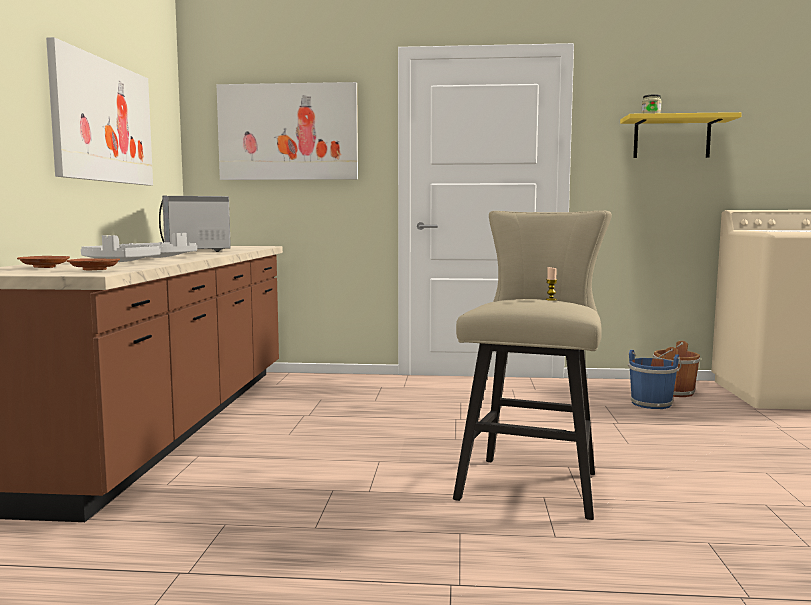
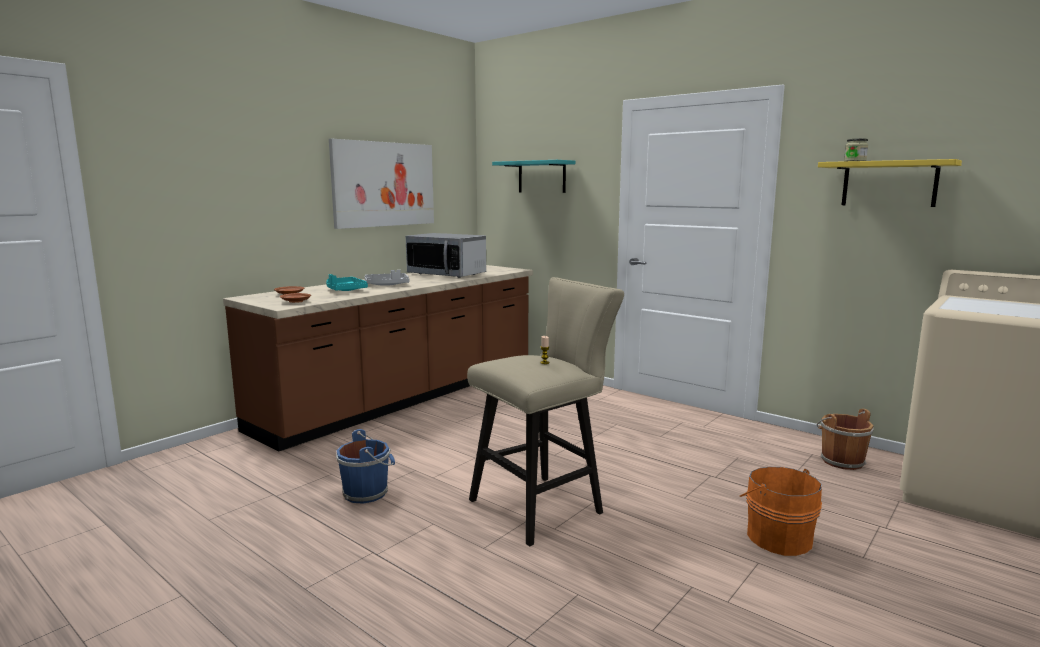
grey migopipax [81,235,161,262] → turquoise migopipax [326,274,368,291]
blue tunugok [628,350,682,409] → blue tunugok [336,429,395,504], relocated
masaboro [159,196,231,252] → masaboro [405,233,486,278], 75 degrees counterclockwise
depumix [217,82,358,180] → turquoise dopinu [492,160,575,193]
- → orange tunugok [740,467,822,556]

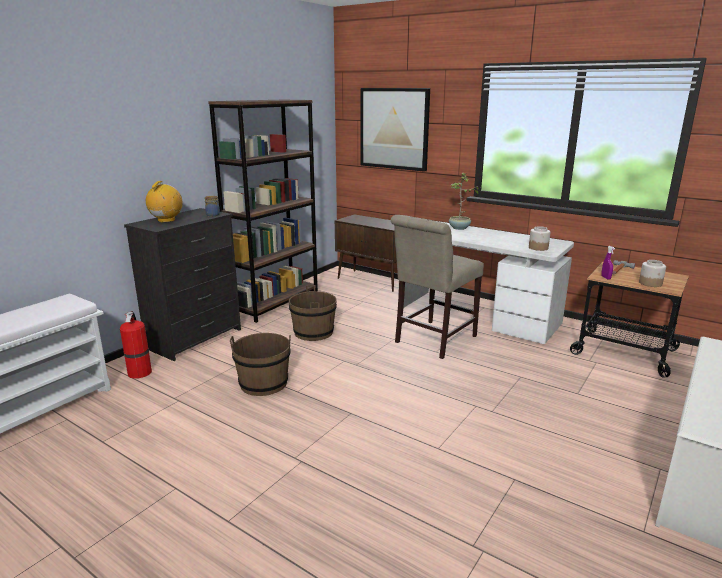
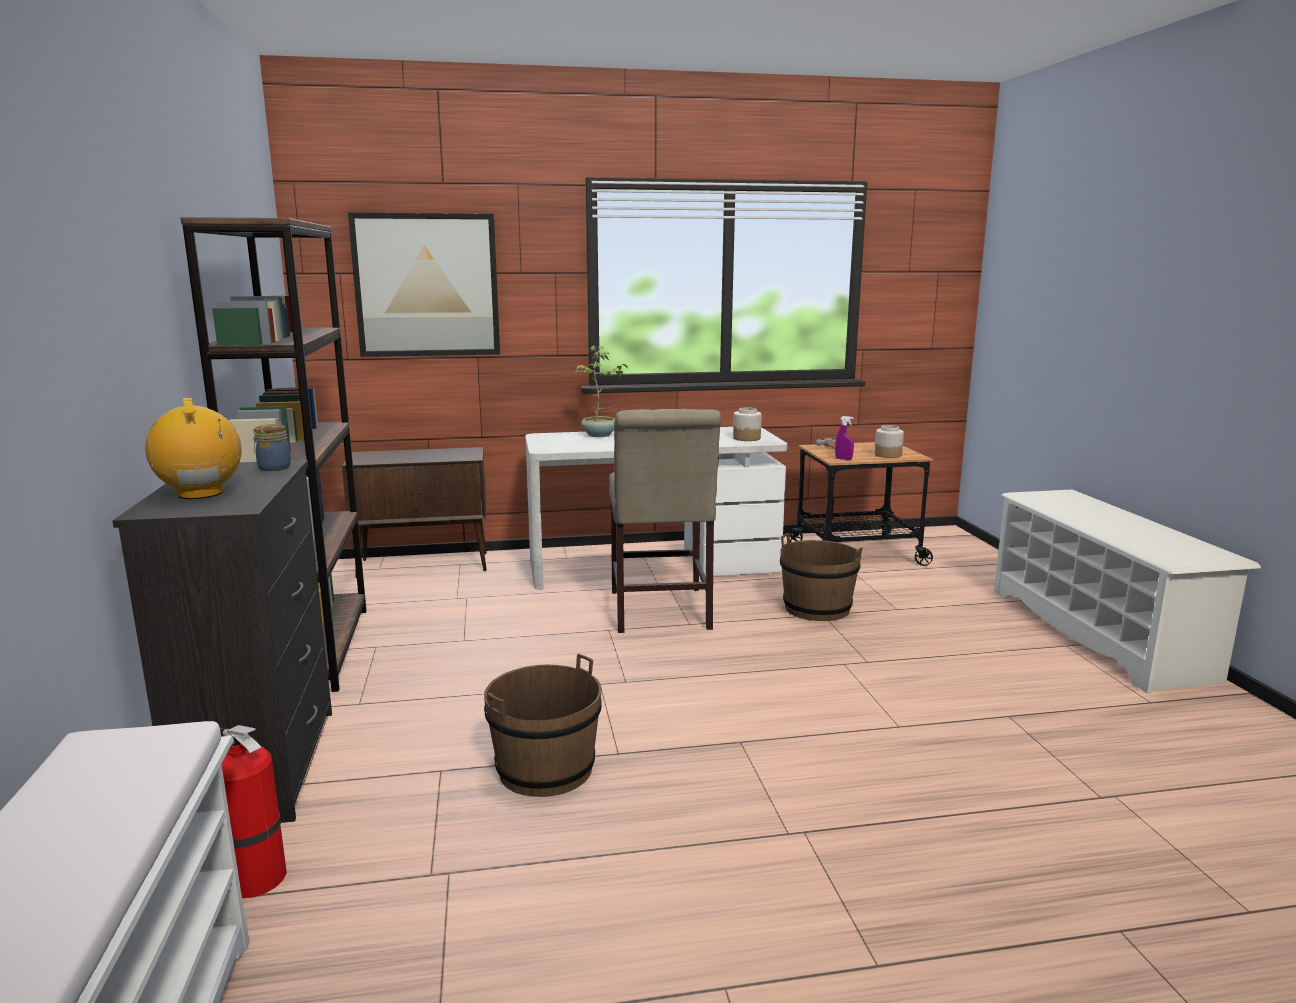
brown tunugok [289,285,337,341] → brown tunugok [780,533,863,621], relocated

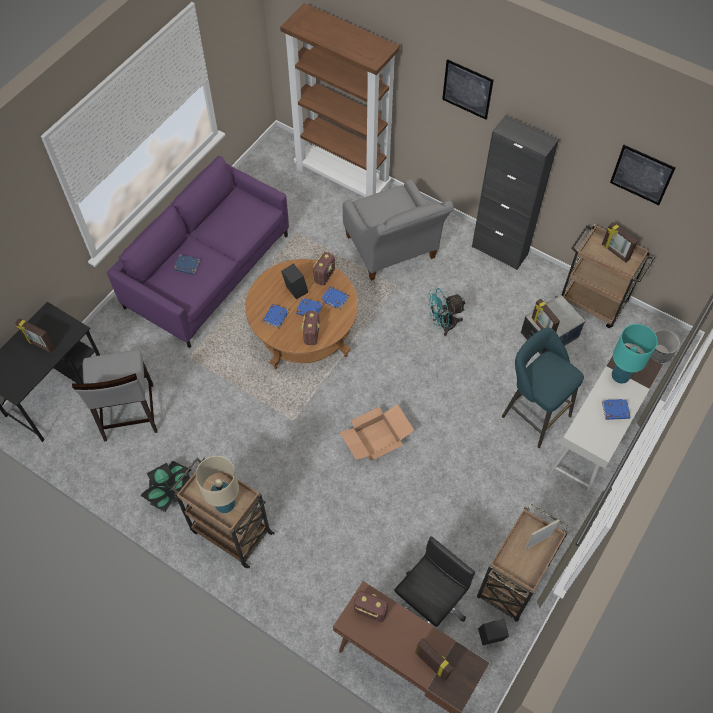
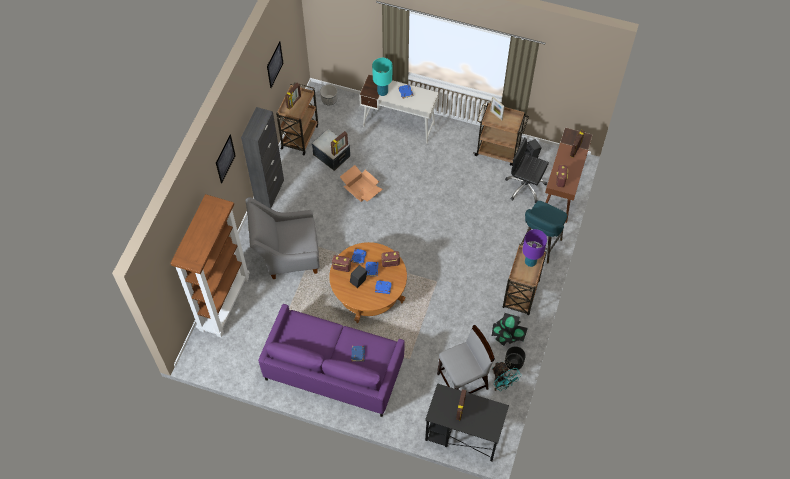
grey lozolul [343,179,454,281] → grey lozolul [246,197,320,279], 150 degrees counterclockwise
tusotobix [340,404,415,461] → tusotobix [340,165,383,202], relocated
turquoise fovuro [427,288,466,336] → turquoise fovuro [492,362,522,391], relocated
- → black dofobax [505,346,526,370]
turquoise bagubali [502,327,584,448] → turquoise bagubali [521,201,567,263], relocated
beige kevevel [196,456,239,513] → purple kevevel [522,229,547,267]

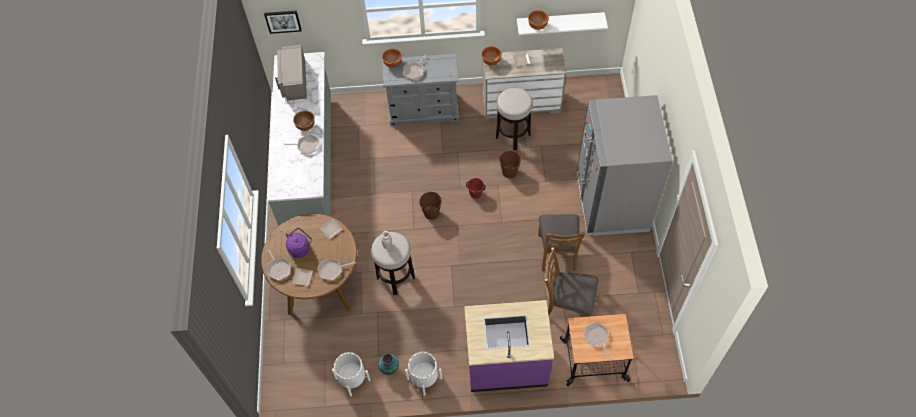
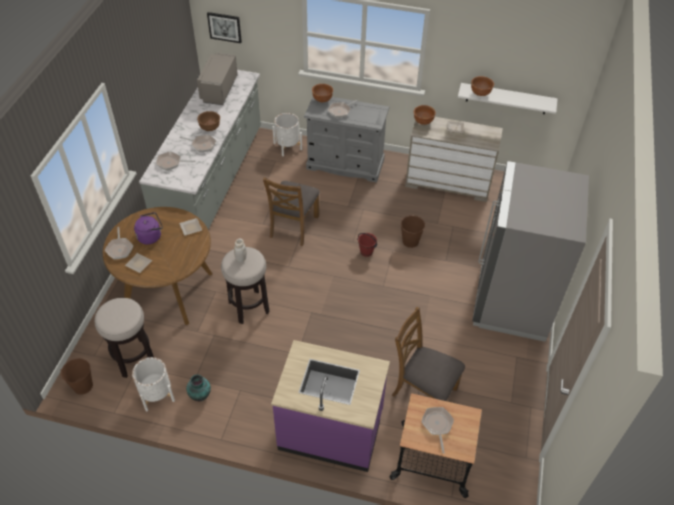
brown tunugok [419,192,442,220] → brown tunugok [60,358,93,395], relocated
bagubali [496,88,533,150] → bagubali [94,298,154,378], relocated
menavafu [318,258,356,280] → menavafu [156,151,196,171], relocated
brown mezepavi [538,214,584,271] → brown mezepavi [263,177,320,246], relocated
white dofobax [405,352,442,396] → white dofobax [272,113,302,156], relocated

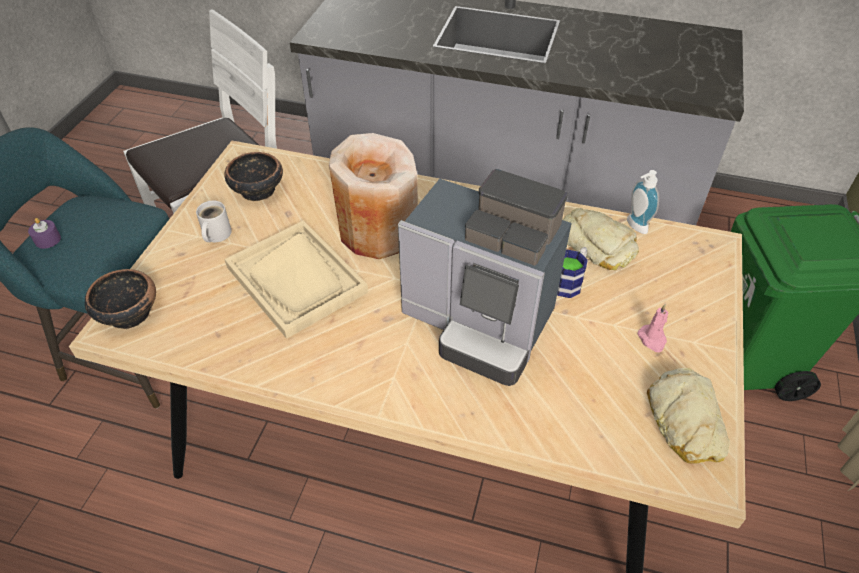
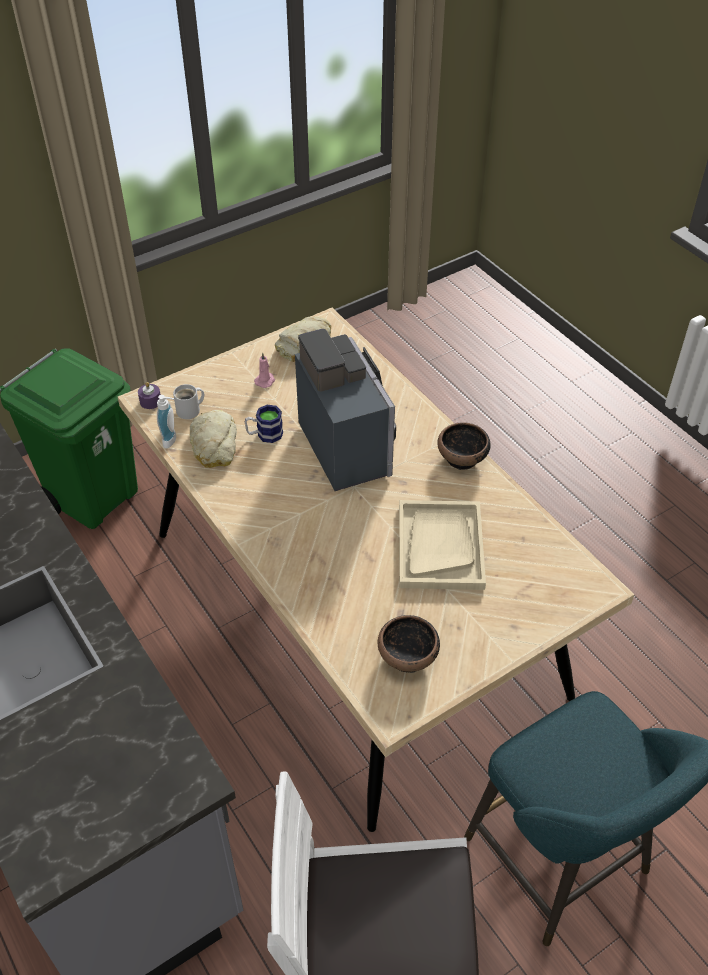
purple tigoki [28,218,61,249] → purple tigoki [138,382,161,409], relocated
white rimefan [196,201,232,242] → white rimefan [173,384,204,419], relocated
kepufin [85,269,156,329] → kepufin [437,422,491,470], relocated
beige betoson [329,133,418,259] → -

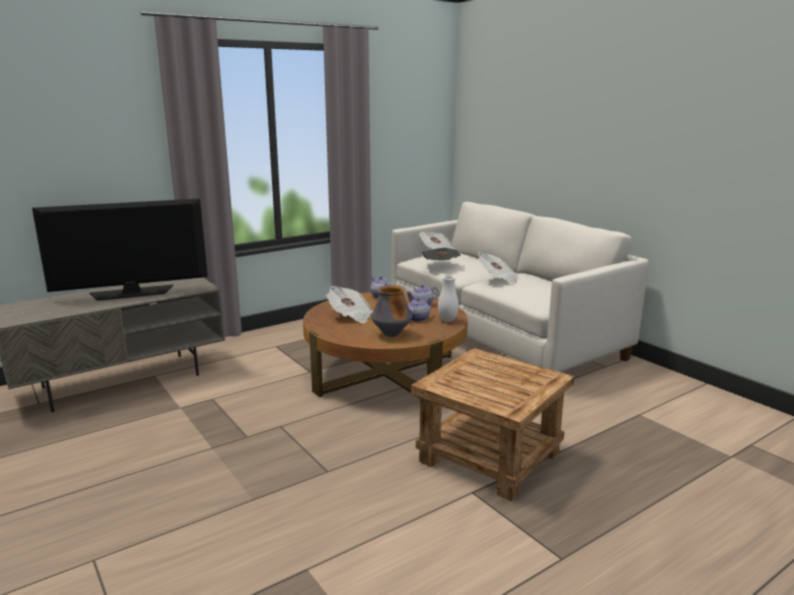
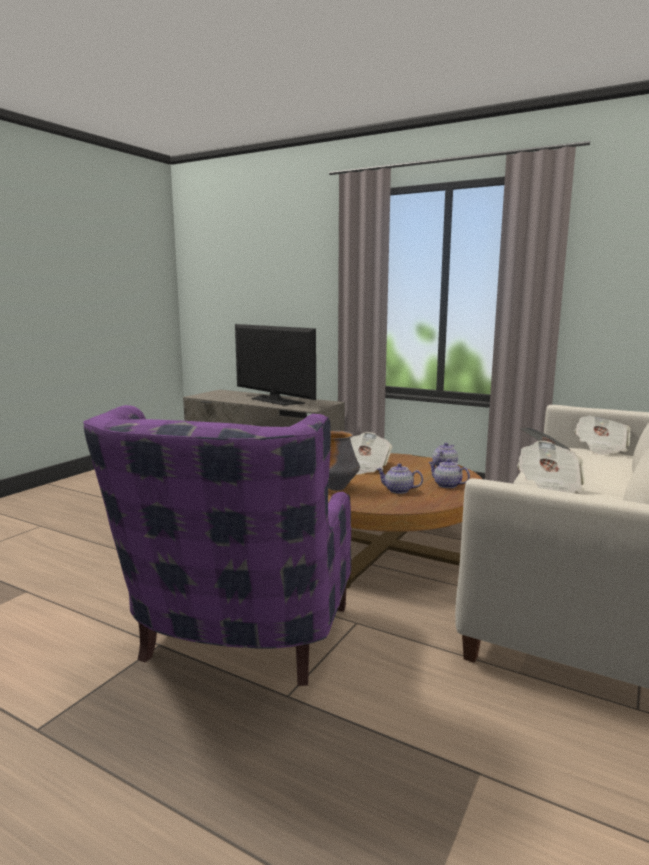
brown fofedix [411,348,574,501] → purple lozolul [83,405,351,686]
white betoson [438,276,459,322] → -

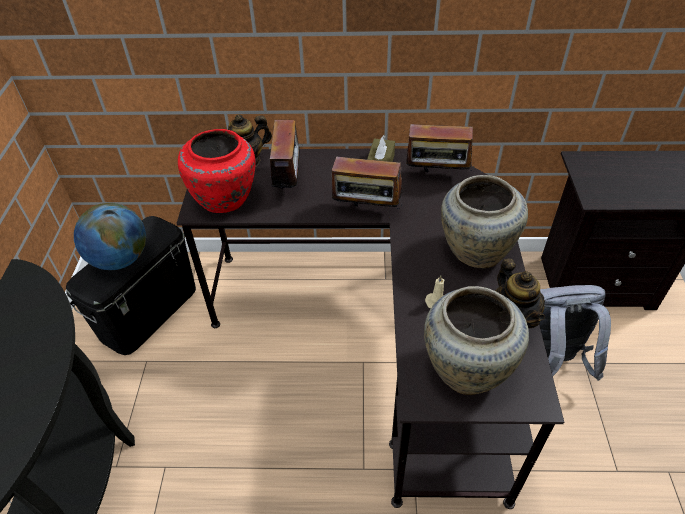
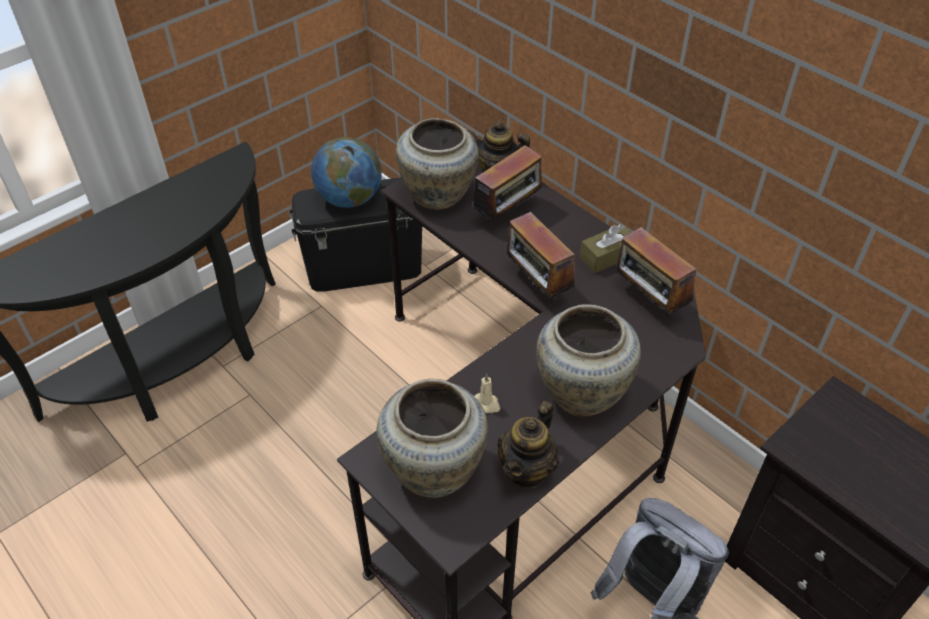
red betoson [178,129,256,213] → beige betoson [396,118,479,210]

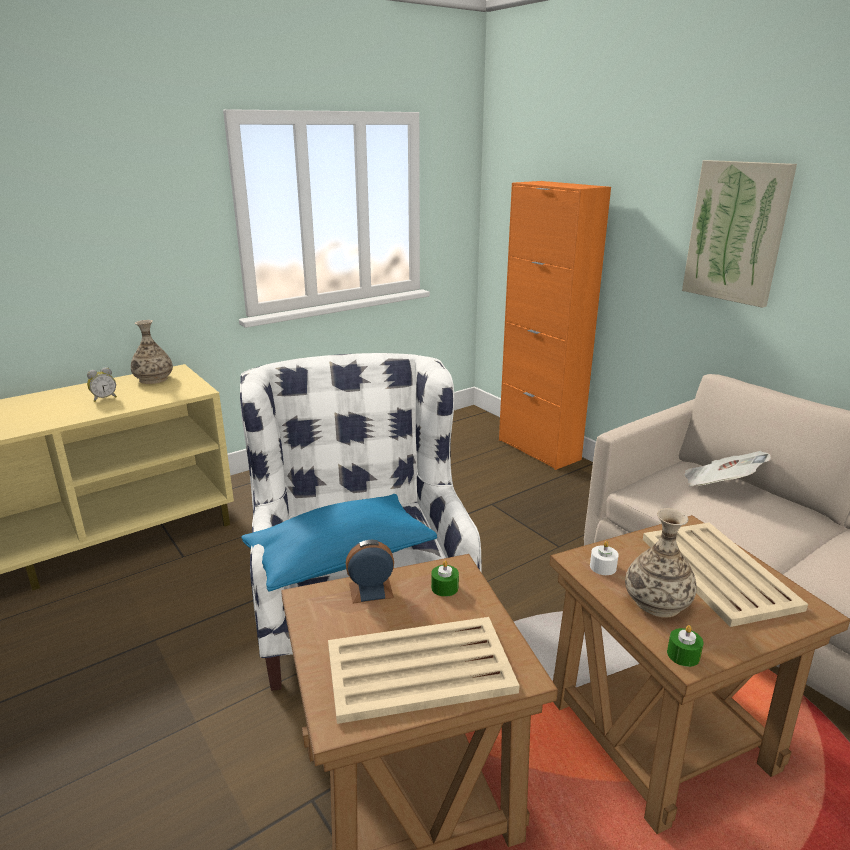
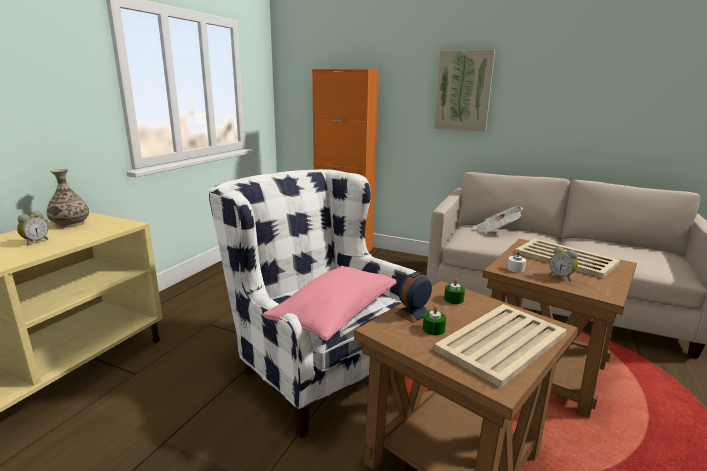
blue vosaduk [241,494,437,592] → pink vosaduk [263,266,397,341]
green tigoki [667,625,704,667] → green tigoki [423,306,446,335], relocated
betoson [625,508,697,618] → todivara [549,246,578,281]

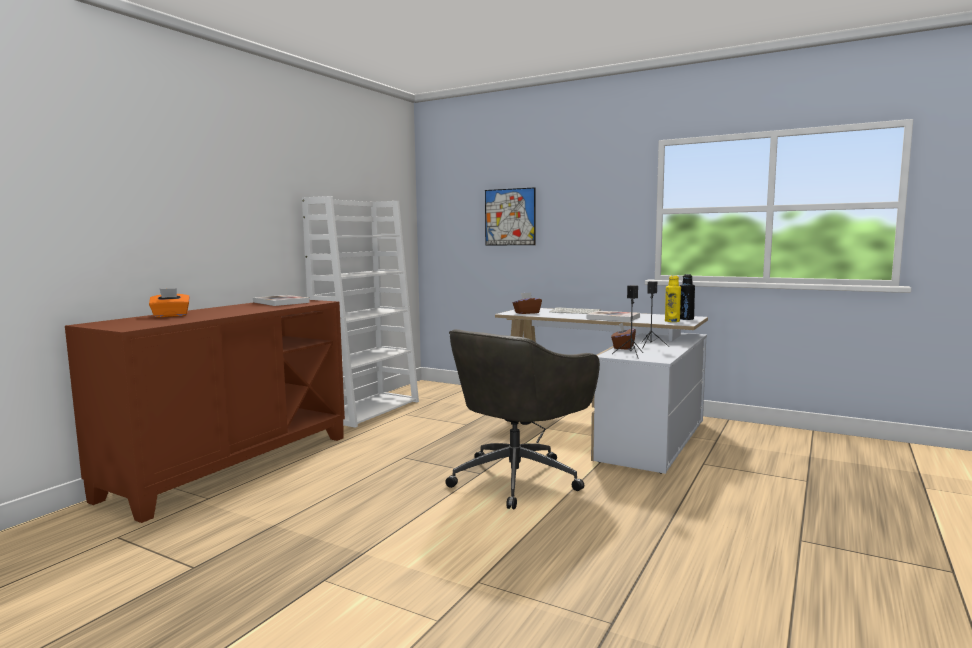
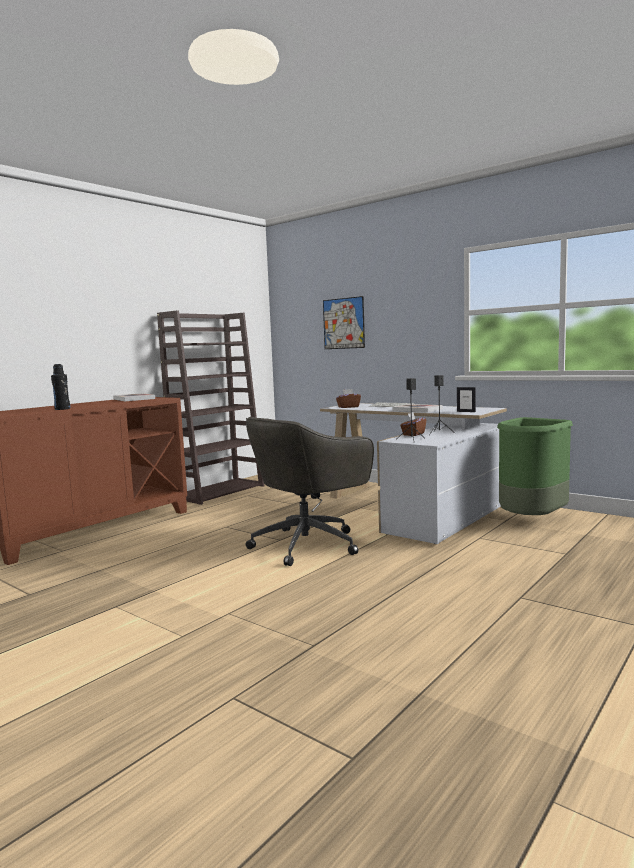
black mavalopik [680,274,695,320] → black mavalopik [51,364,70,410], relocated
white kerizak [302,196,419,428] → brown kerizak [157,311,265,505]
yellow mavalopik [665,275,681,322] → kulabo [457,387,476,412]
- → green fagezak [497,417,573,515]
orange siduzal [149,288,190,317] → -

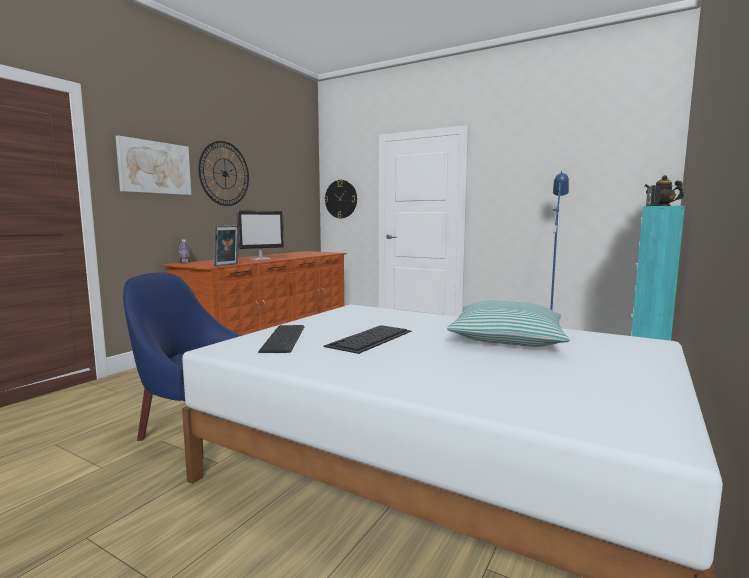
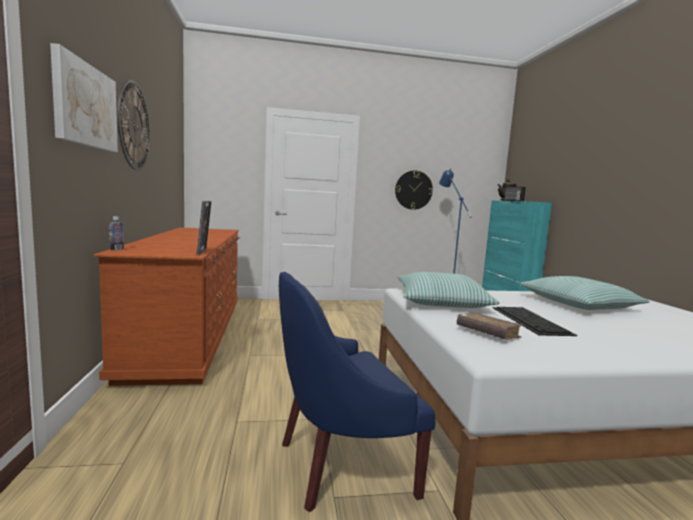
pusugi [324,180,357,218] → pusugi [395,170,433,210], relocated
- → vosaduk [397,272,500,308]
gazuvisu [258,325,305,353] → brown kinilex [457,312,523,340]
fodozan [237,210,284,260] → -

